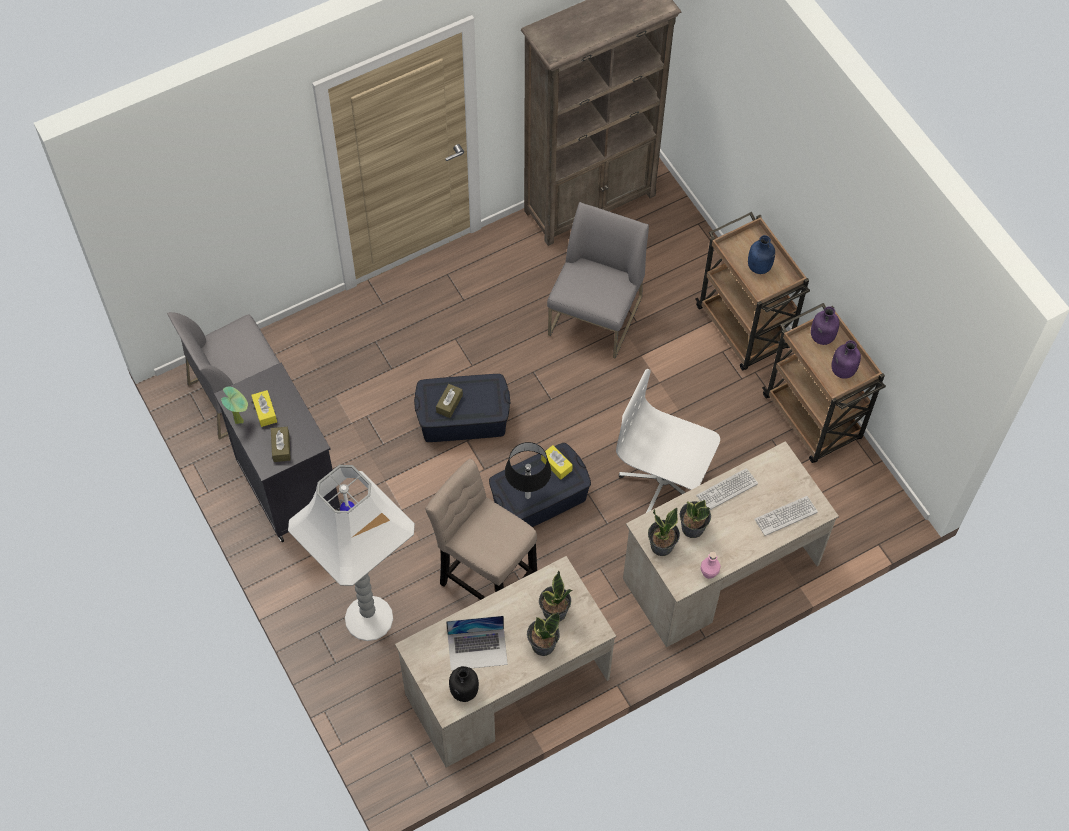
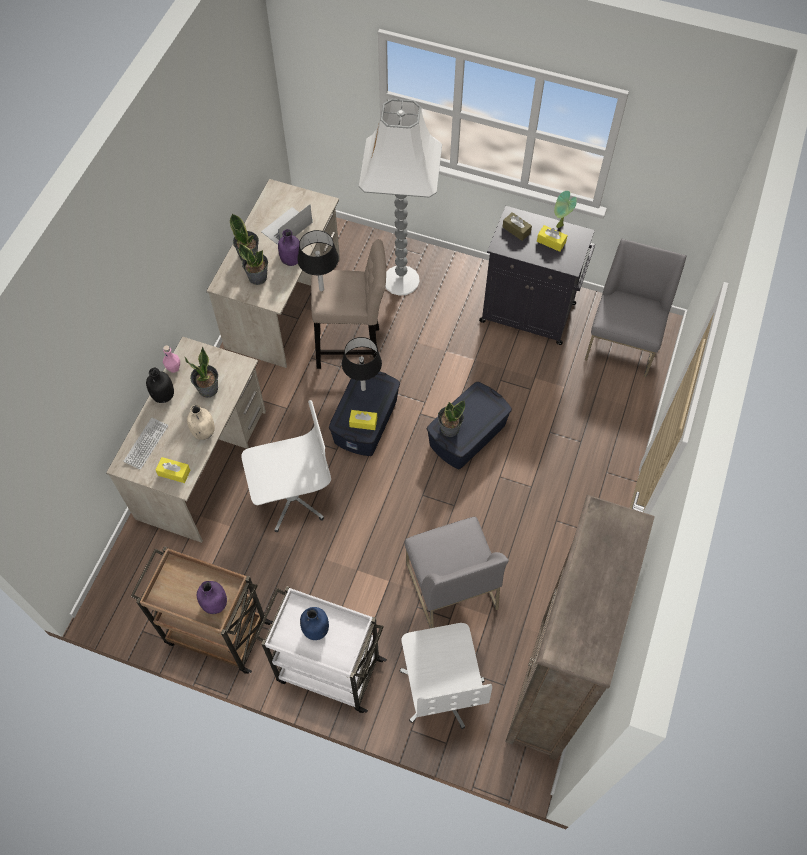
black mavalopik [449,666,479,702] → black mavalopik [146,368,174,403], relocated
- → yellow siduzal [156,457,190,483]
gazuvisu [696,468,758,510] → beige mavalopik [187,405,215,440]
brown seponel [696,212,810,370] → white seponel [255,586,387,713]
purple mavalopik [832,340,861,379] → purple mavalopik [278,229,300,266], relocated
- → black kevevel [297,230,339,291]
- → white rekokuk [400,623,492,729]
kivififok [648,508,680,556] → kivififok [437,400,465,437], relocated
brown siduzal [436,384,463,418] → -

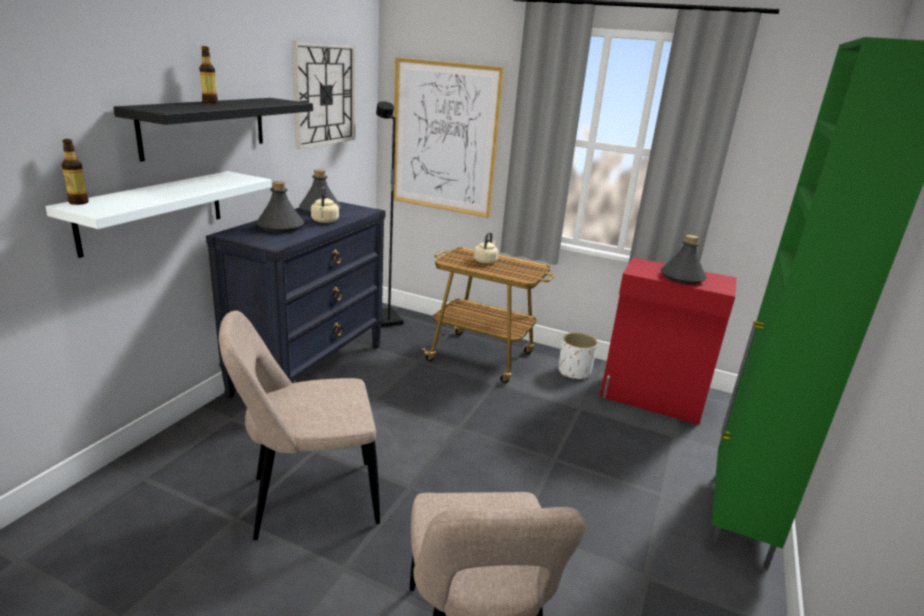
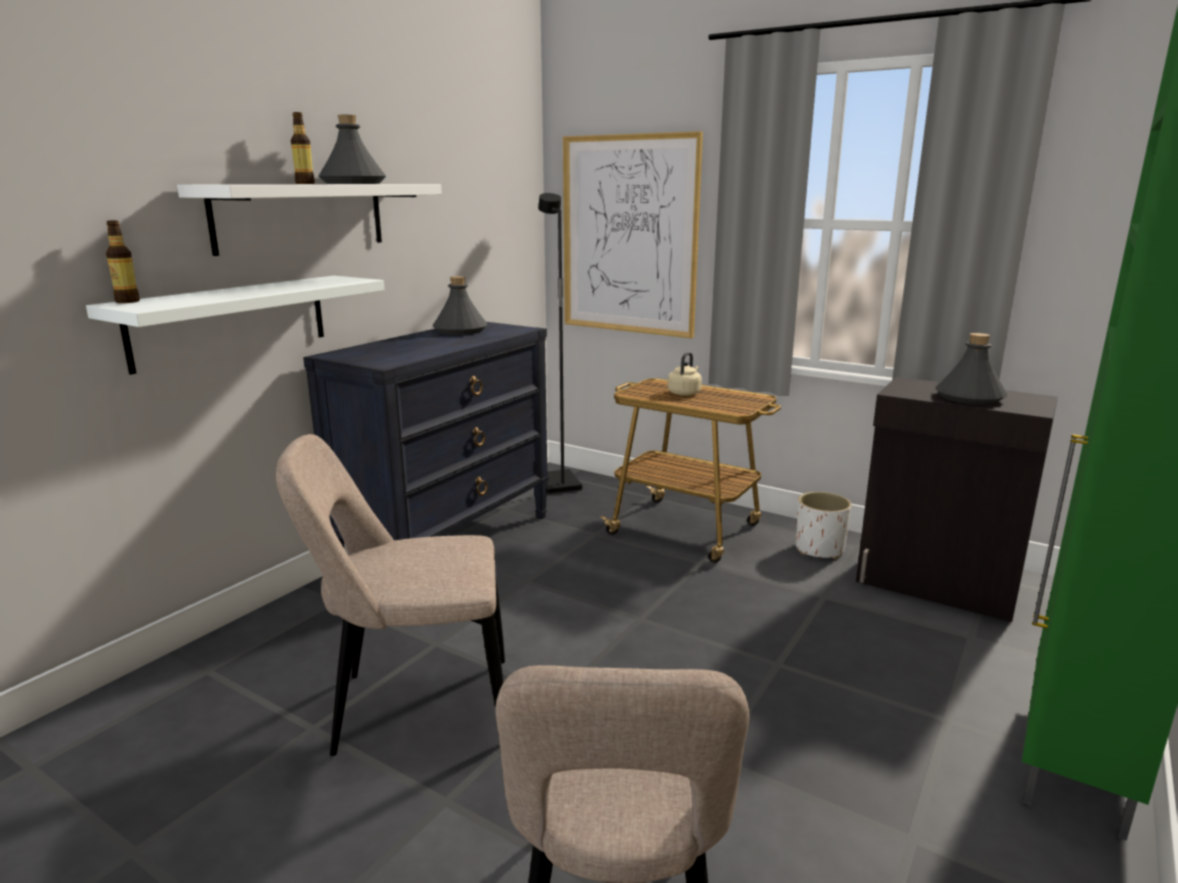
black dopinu [113,98,313,162] → white dopinu [177,184,442,256]
grey mavalopik [256,181,304,233] → grey mavalopik [319,115,386,184], relocated
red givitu [600,258,737,425] → black givitu [856,377,1058,622]
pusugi [292,41,355,149] → -
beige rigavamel [311,187,339,223] → -

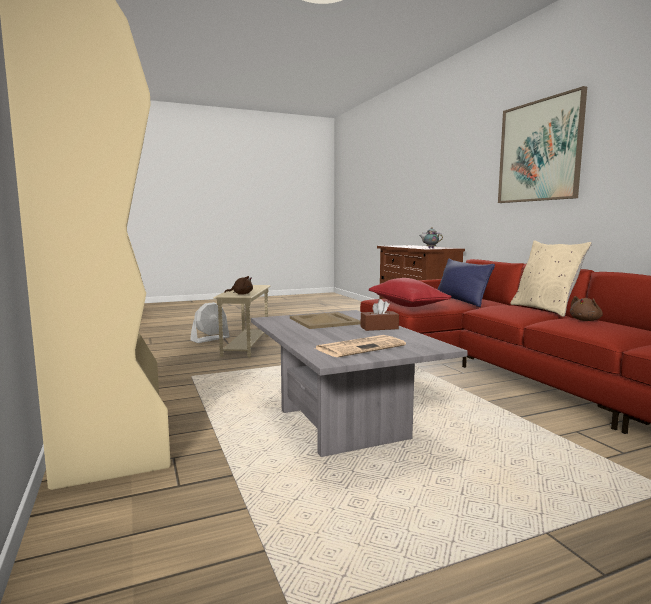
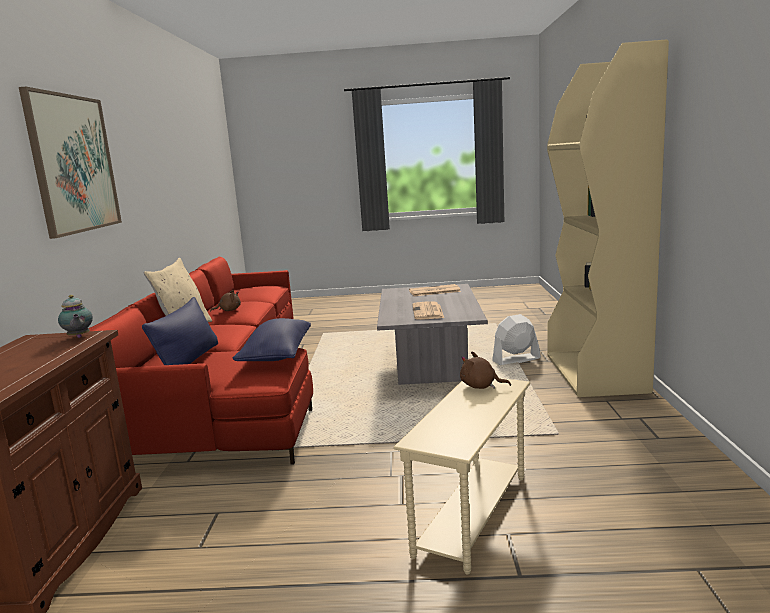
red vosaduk [369,278,452,307] → blue vosaduk [233,318,311,361]
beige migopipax [290,312,361,329] → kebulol [412,301,444,320]
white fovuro [190,302,230,343] → white fovuro [492,314,541,365], relocated
brown siduzal [361,299,399,331] → -

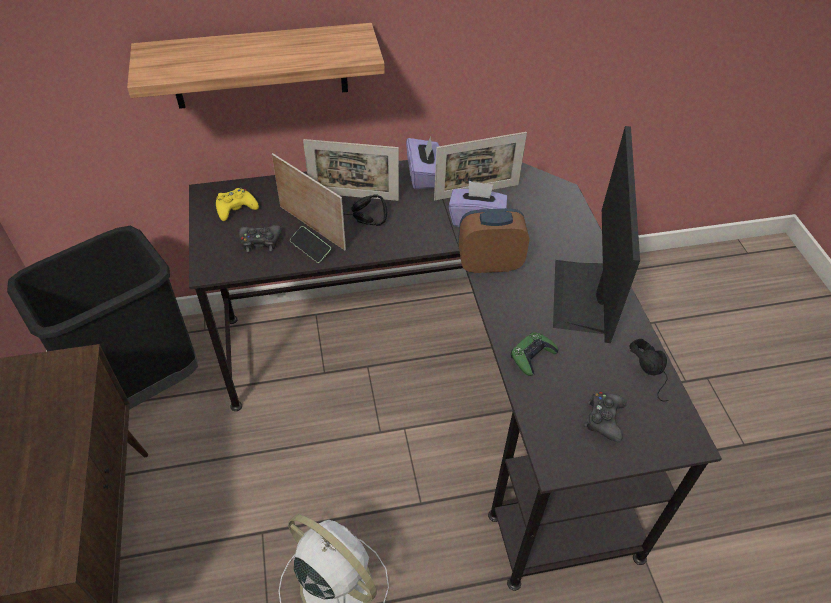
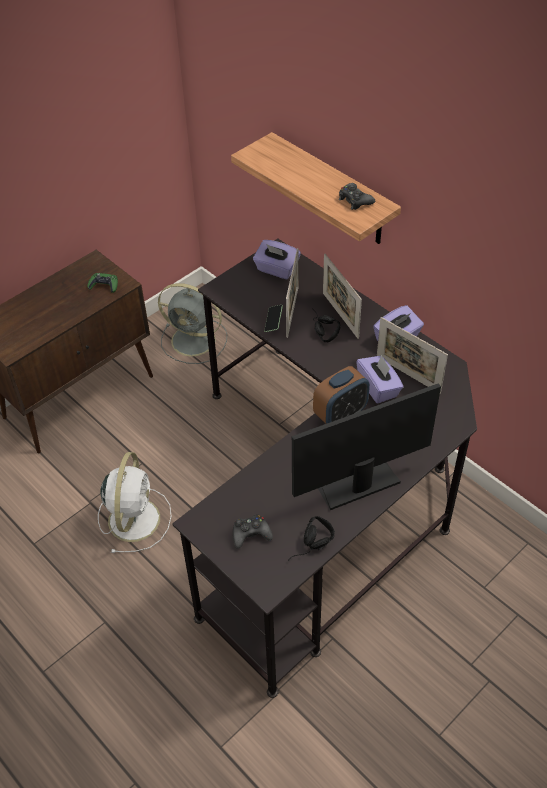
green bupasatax [511,332,558,376] → green bupasatax [87,273,118,293], relocated
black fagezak [7,226,198,410] → grey fovuro [158,283,227,364]
yellow bupasatax [216,188,259,221] → purple siduzal [253,240,301,279]
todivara [458,208,529,273] → todivara [313,366,370,424], 90 degrees clockwise
black bupasatax [239,225,282,252] → black bupasatax [339,183,375,210], relocated

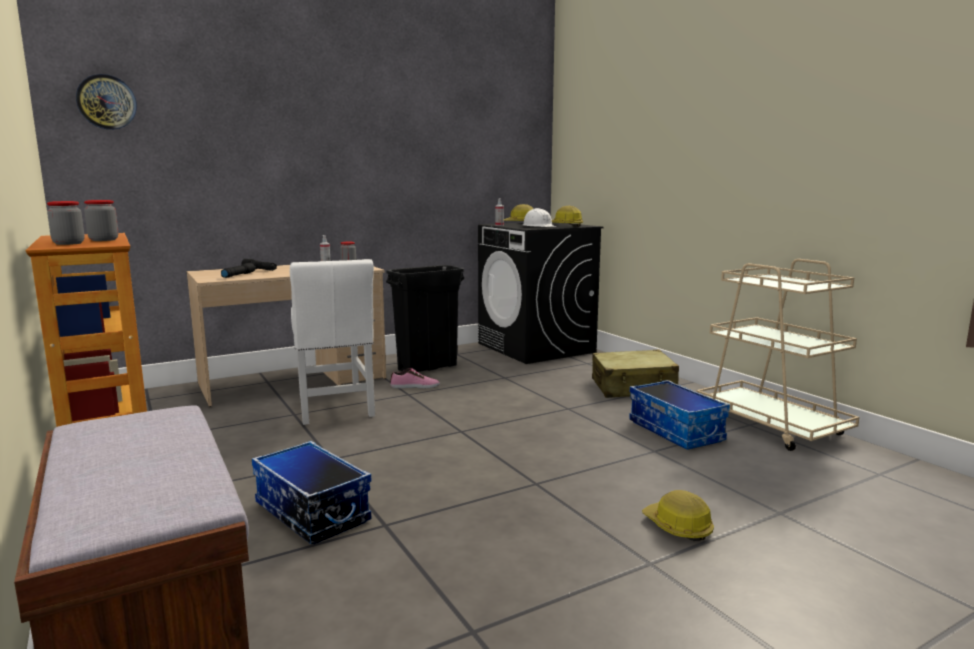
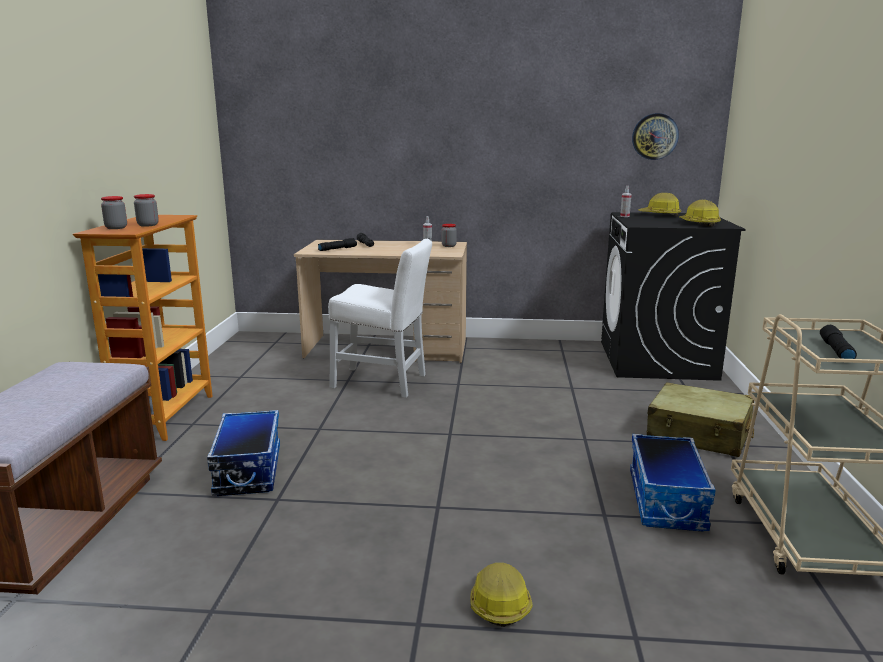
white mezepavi [290,259,375,425] → white mezepavi [328,239,432,398], 90 degrees counterclockwise
pusugi [76,74,137,130] → pusugi [632,113,679,160], relocated
- → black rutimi [820,325,857,359]
black fagezak [386,265,464,372] → -
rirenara [390,368,440,388] → -
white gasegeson [523,208,557,227] → -

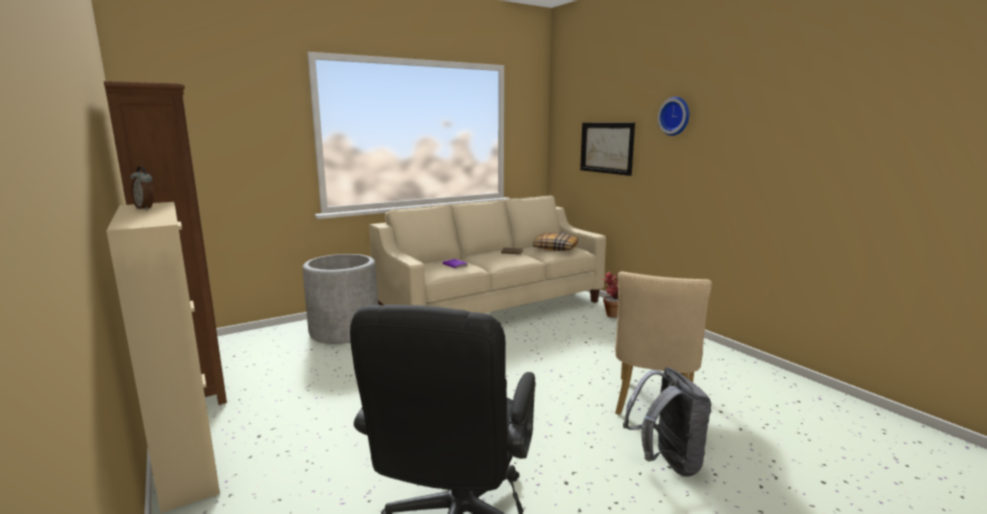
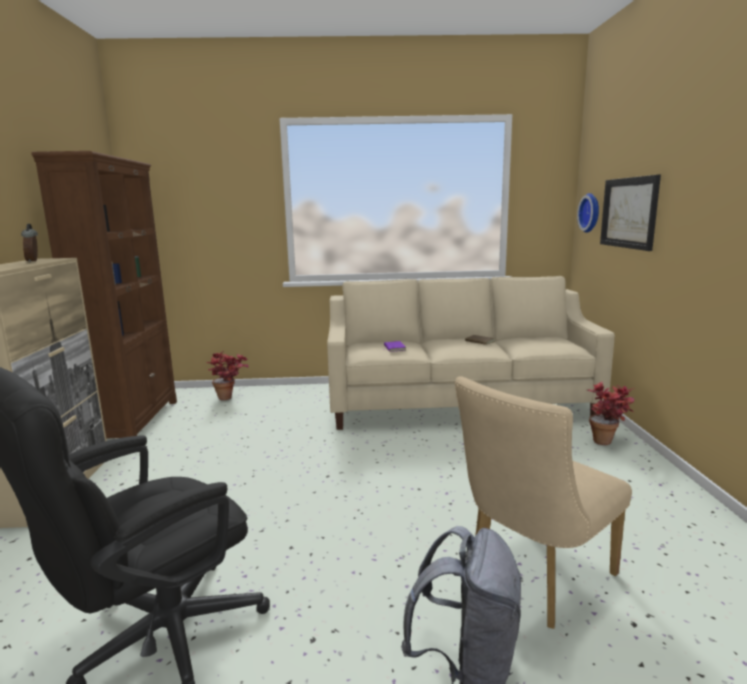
- → kivififok [206,351,249,400]
pusugi [658,97,690,136] → pusugi [577,193,599,233], relocated
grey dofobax [302,254,378,344] → -
vosaduk [533,232,578,251] → -

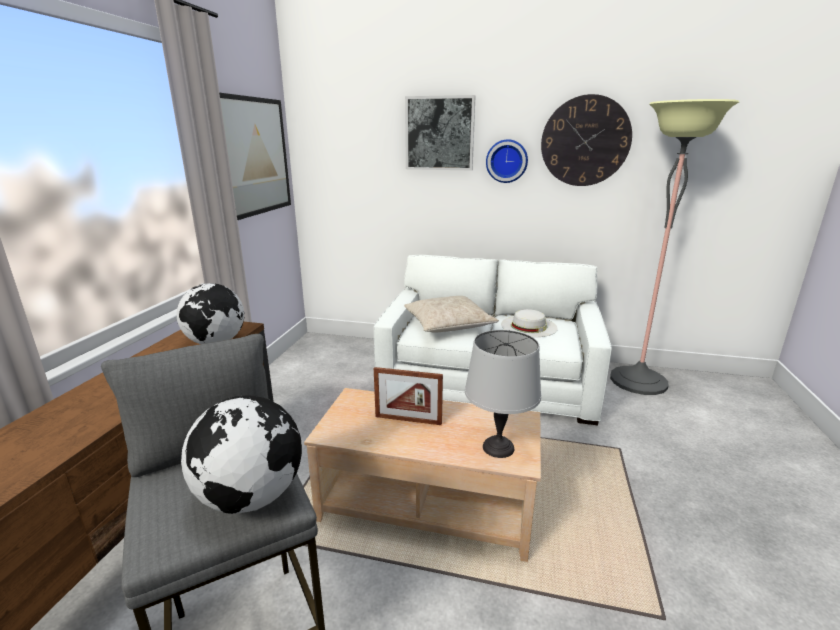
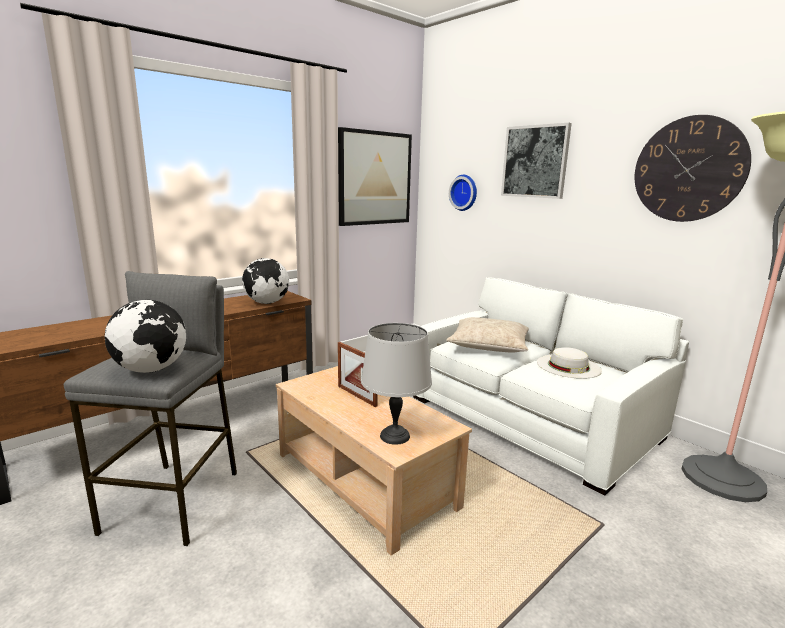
pusugi [486,139,528,183] → pusugi [449,175,477,211], relocated

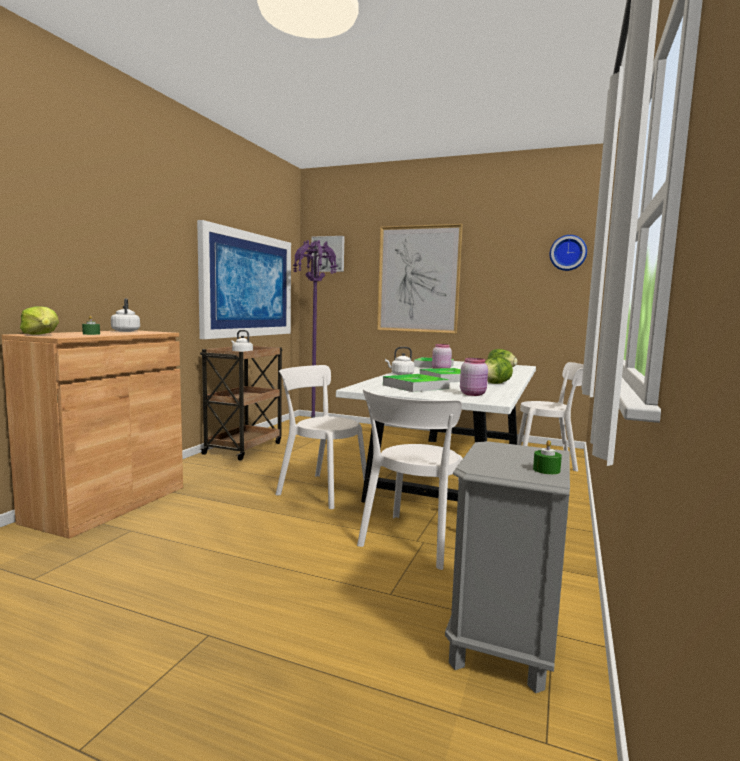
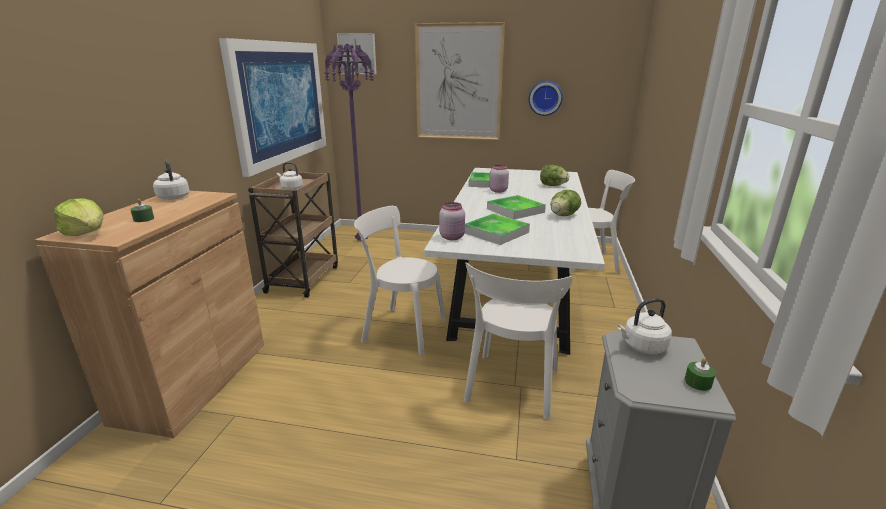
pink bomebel [460,358,488,396] → pink bomebel [439,202,465,240], relocated
pusugi [549,235,587,271] → pusugi [528,81,563,116], relocated
white rigavamel [385,347,414,375] → white rigavamel [617,298,672,354], relocated

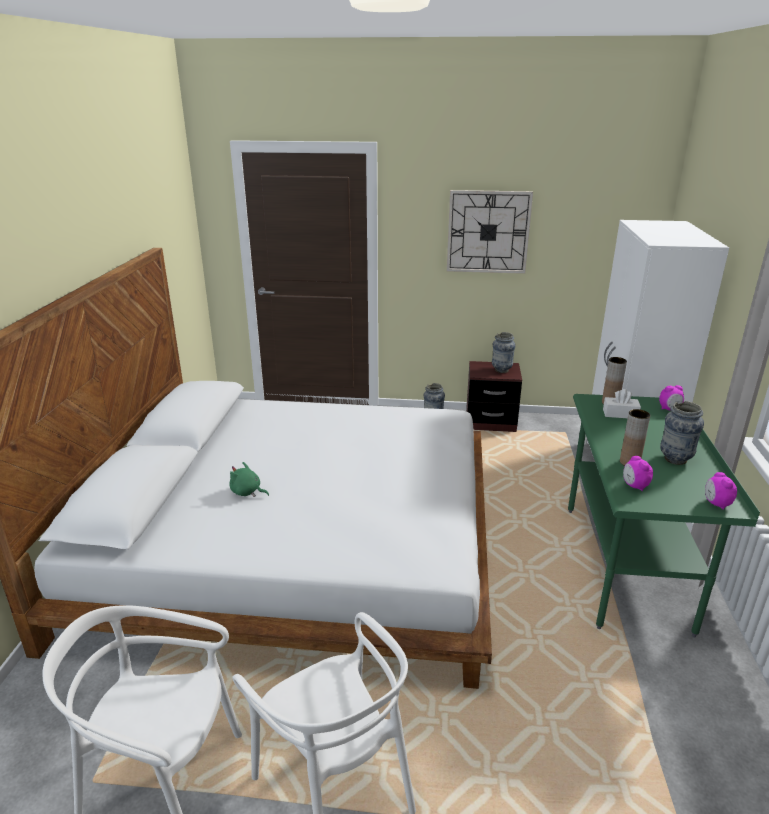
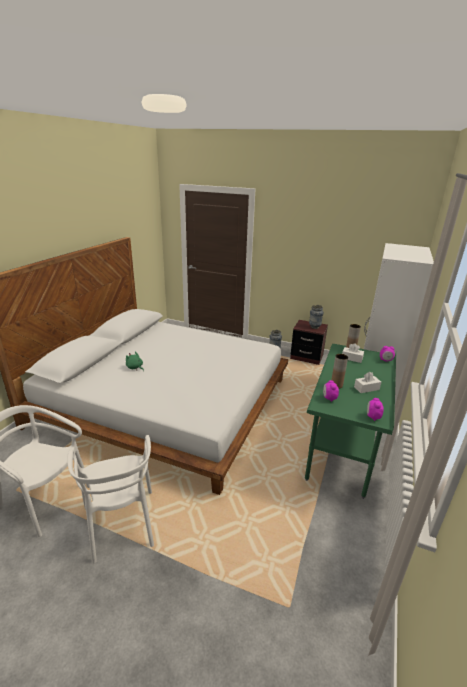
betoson [660,401,704,465] → white siduzal [354,372,381,393]
pusugi [447,190,533,274] → -

